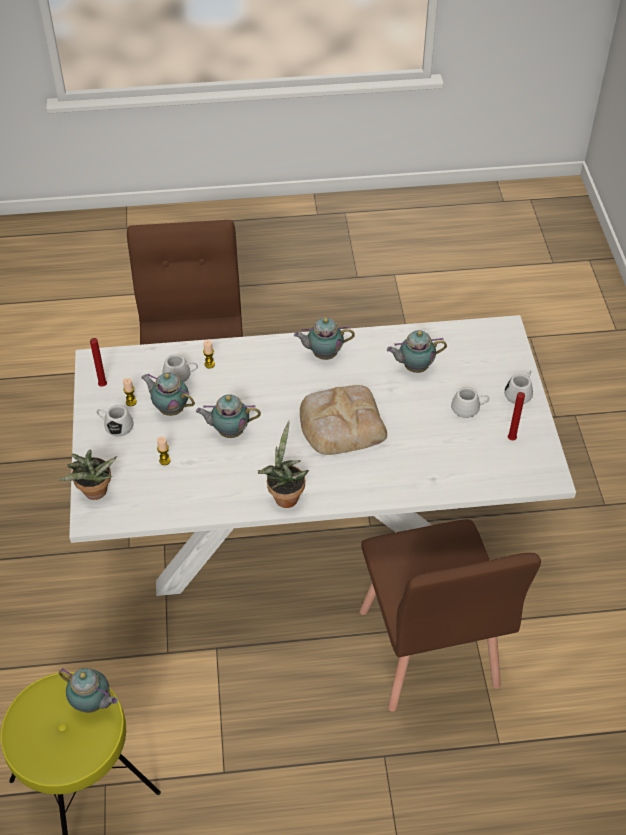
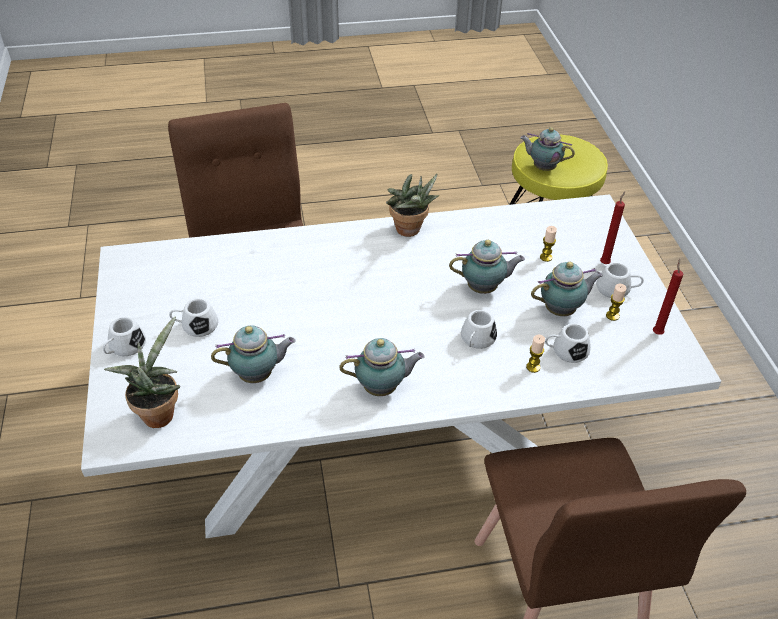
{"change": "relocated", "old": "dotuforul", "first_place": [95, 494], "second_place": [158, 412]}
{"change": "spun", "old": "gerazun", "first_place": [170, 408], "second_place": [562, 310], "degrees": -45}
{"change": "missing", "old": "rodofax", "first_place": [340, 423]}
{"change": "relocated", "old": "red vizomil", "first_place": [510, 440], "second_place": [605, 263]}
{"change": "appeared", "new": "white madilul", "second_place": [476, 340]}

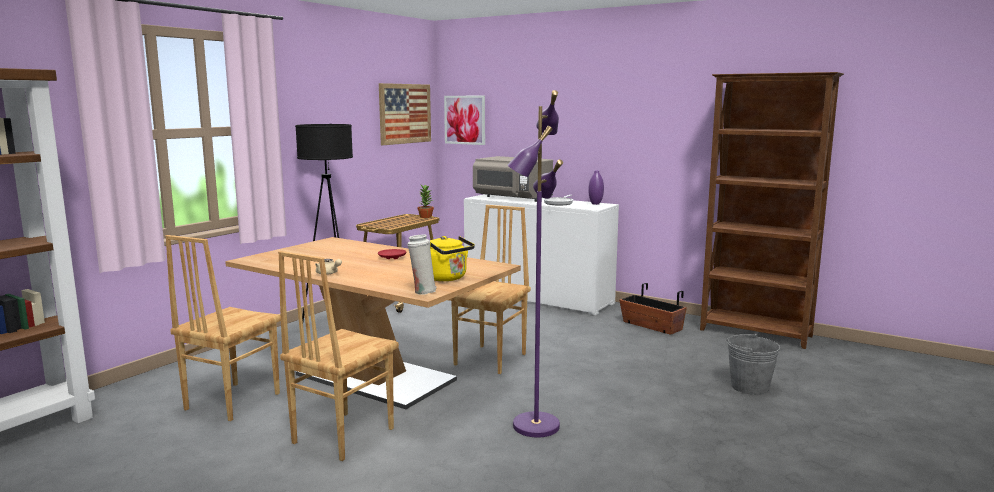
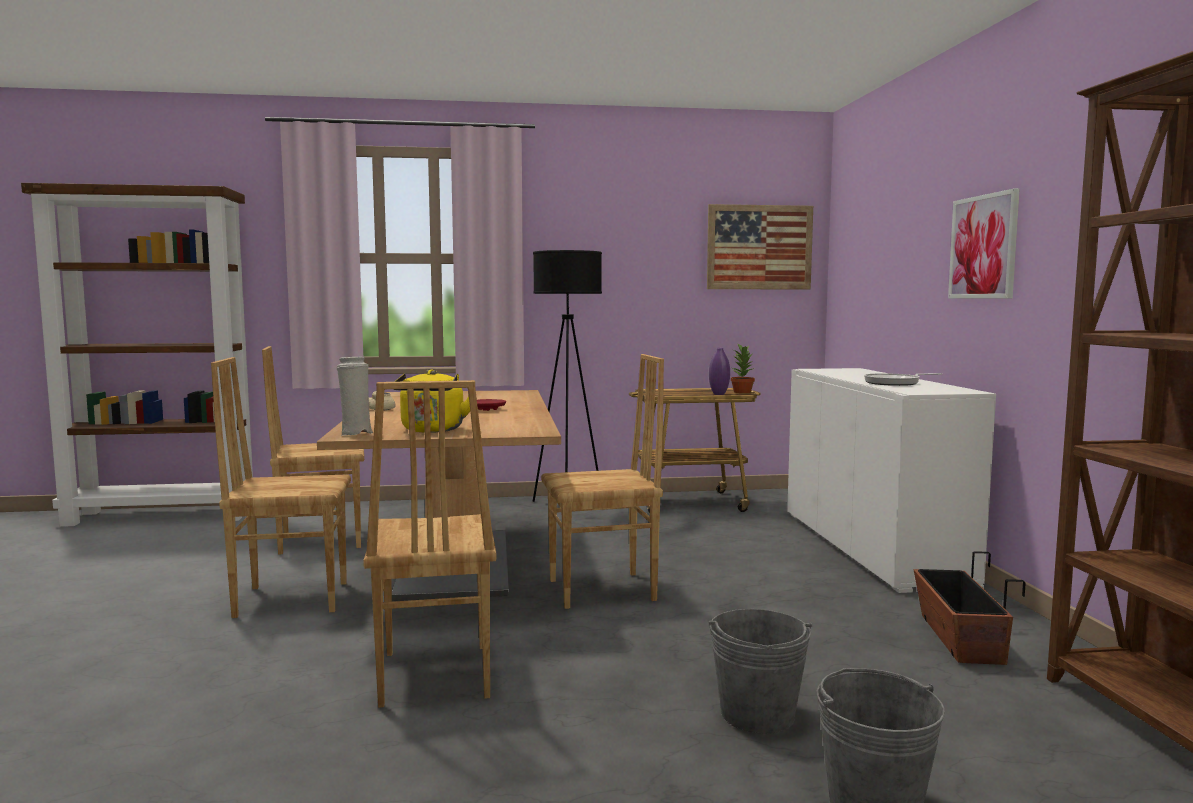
{"change": "relocated", "old": "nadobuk", "first_place": [465, 120], "second_place": [983, 247]}
{"change": "missing", "old": "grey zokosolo", "first_place": [512, 198]}
{"change": "exchanged", "old": "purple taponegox", "new": "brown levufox", "first_place": [534, 425], "second_place": [432, 675]}
{"change": "relocated", "old": "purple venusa", "first_place": [595, 204], "second_place": [719, 394]}
{"change": "appeared", "new": "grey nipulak", "second_place": [757, 715]}

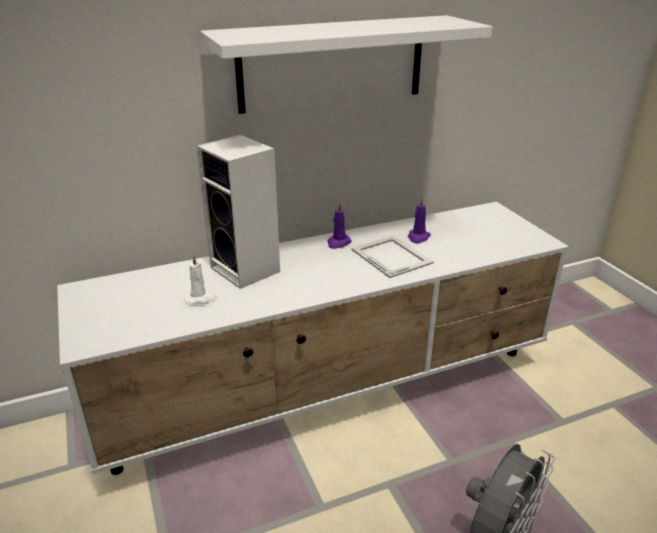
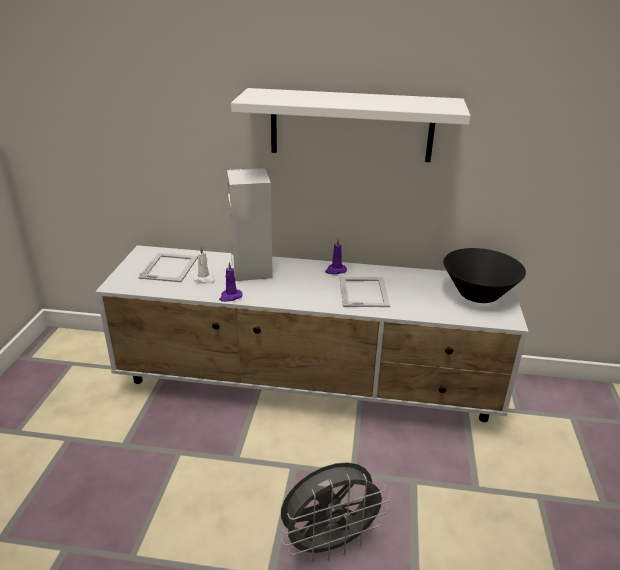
{"change": "relocated", "old": "purple vizomil", "first_place": [418, 237], "second_place": [230, 297]}
{"change": "appeared", "new": "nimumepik", "second_place": [170, 267]}
{"change": "appeared", "new": "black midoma", "second_place": [478, 294]}

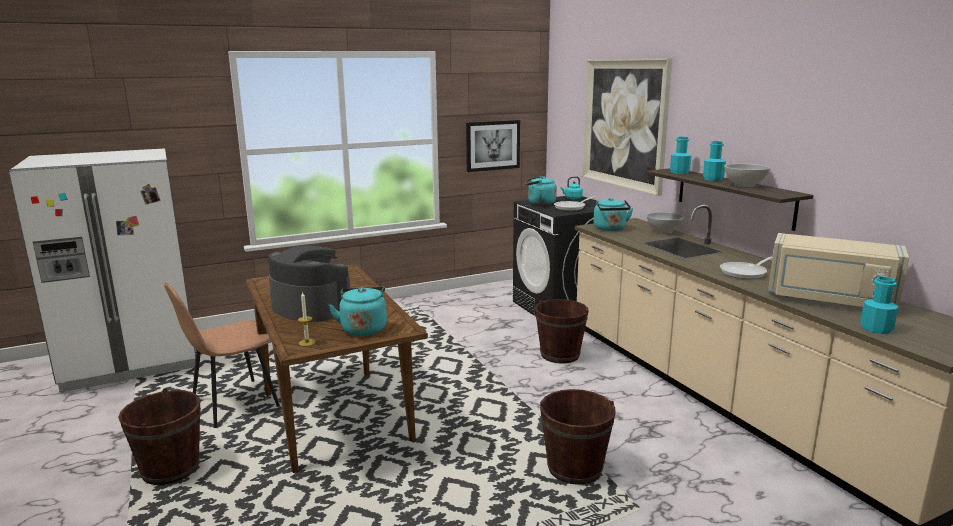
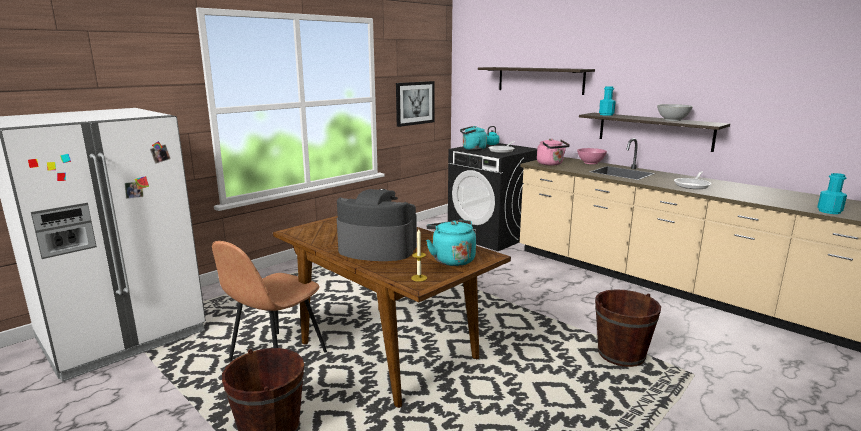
{"change": "missing", "old": "brown nipulak", "first_place": [560, 355]}
{"change": "exchanged", "old": "nadobuk", "new": "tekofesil", "first_place": [624, 124], "second_place": [540, 80]}
{"change": "colour", "old": "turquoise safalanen", "new": "pink safalanen", "first_place": [610, 229], "second_place": [551, 164]}
{"change": "colour", "old": "white midoma", "new": "pink midoma", "first_place": [663, 231], "second_place": [590, 163]}
{"change": "missing", "old": "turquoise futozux", "first_place": [713, 179]}
{"change": "missing", "old": "beige zokosolo", "first_place": [830, 300]}

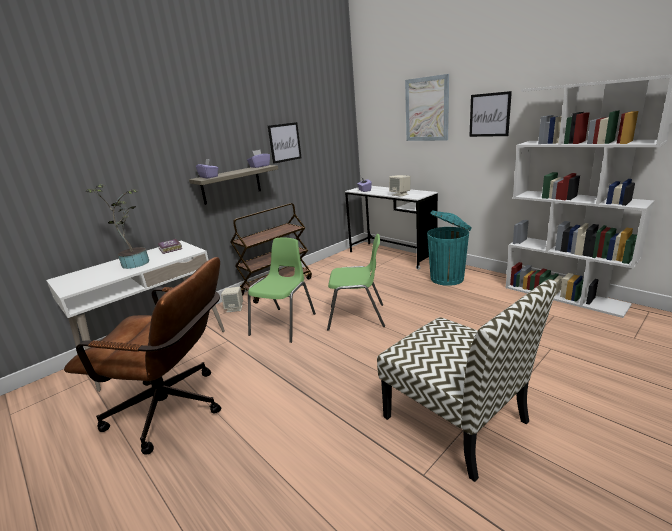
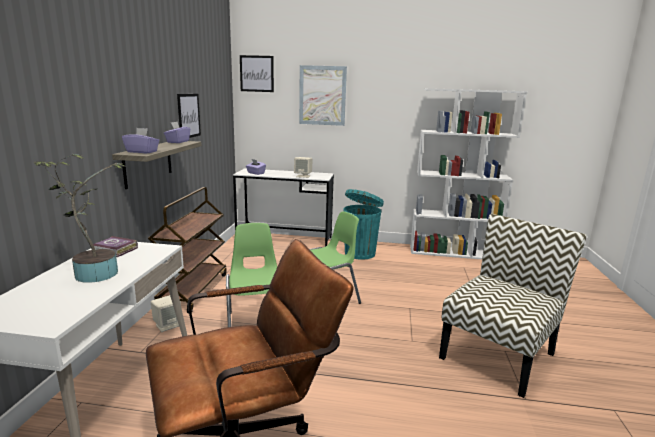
{"change": "spun", "old": "levufox", "first_place": [457, 420], "second_place": [497, 354], "degrees": -60}
{"change": "relocated", "old": "nadobuk", "first_place": [489, 115], "second_place": [257, 73]}

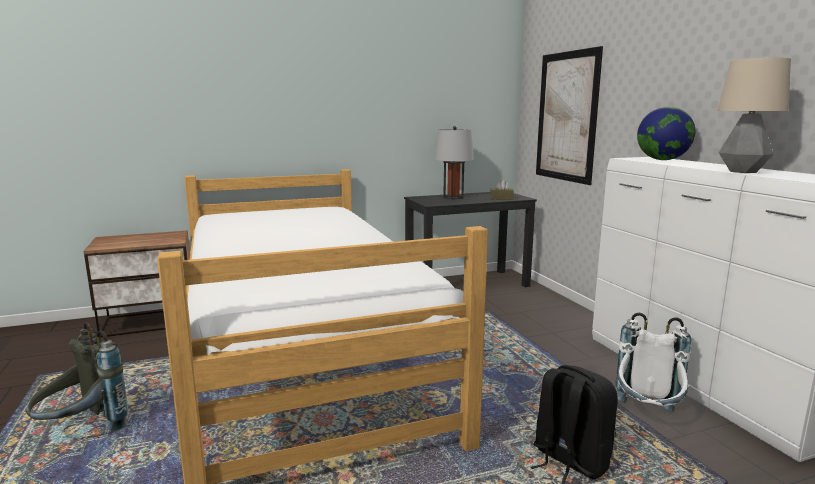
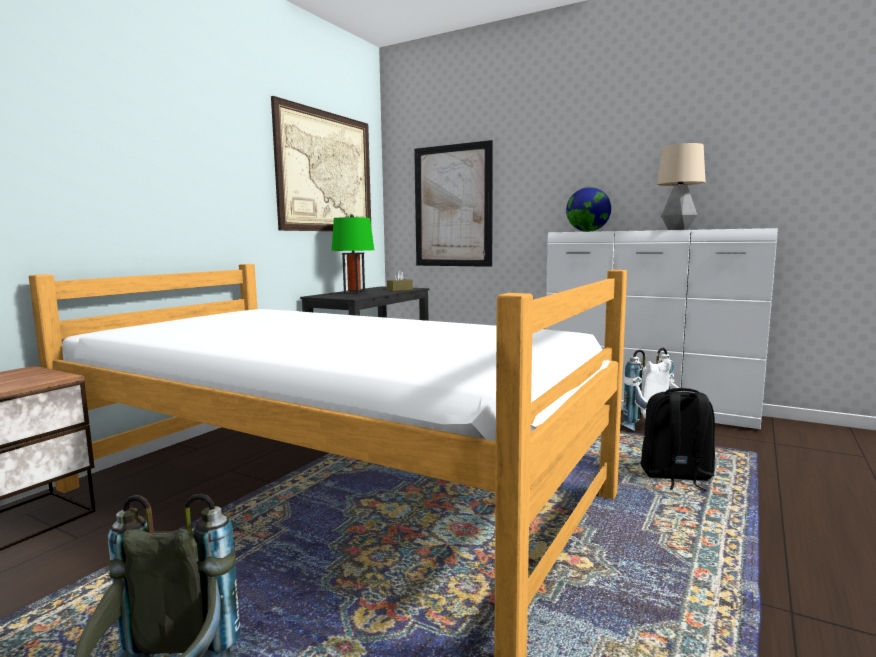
{"change": "colour", "old": "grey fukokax", "new": "green fukokax", "first_place": [453, 198], "second_place": [354, 293]}
{"change": "appeared", "new": "nadobuk", "second_place": [326, 172]}

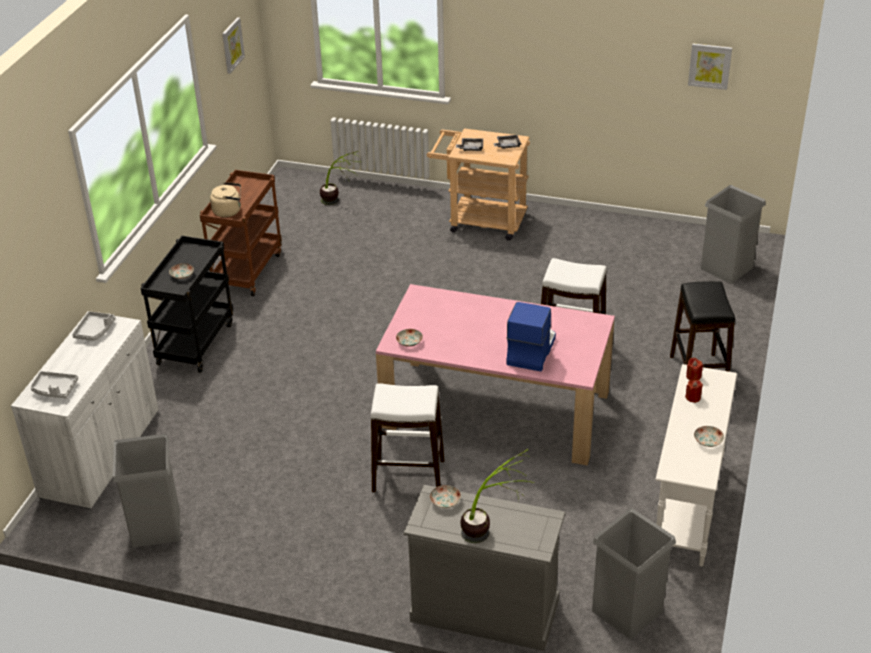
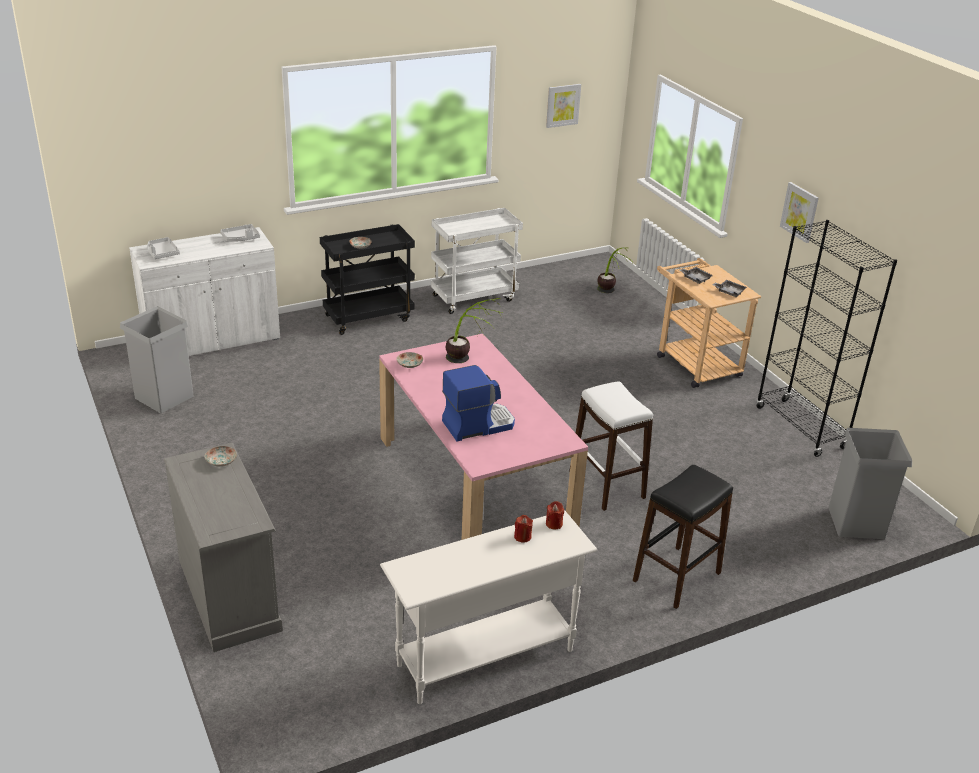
{"change": "colour", "old": "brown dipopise", "new": "white dipopise", "first_place": [247, 270], "second_place": [474, 297]}
{"change": "missing", "old": "beige safalanen", "first_place": [229, 211]}
{"change": "missing", "old": "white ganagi", "first_place": [408, 476]}
{"change": "relocated", "old": "dotuforul", "first_place": [492, 529], "second_place": [469, 361]}
{"change": "missing", "old": "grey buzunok", "first_place": [627, 611]}
{"change": "relocated", "old": "nadobuk", "first_place": [710, 66], "second_place": [800, 212]}
{"change": "missing", "old": "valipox", "first_place": [708, 441]}
{"change": "appeared", "new": "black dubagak", "second_place": [800, 428]}

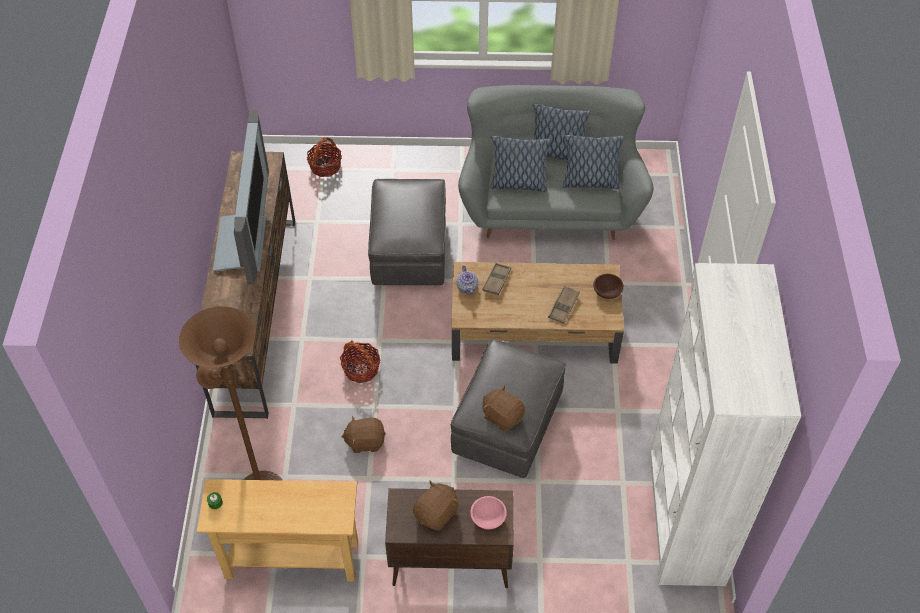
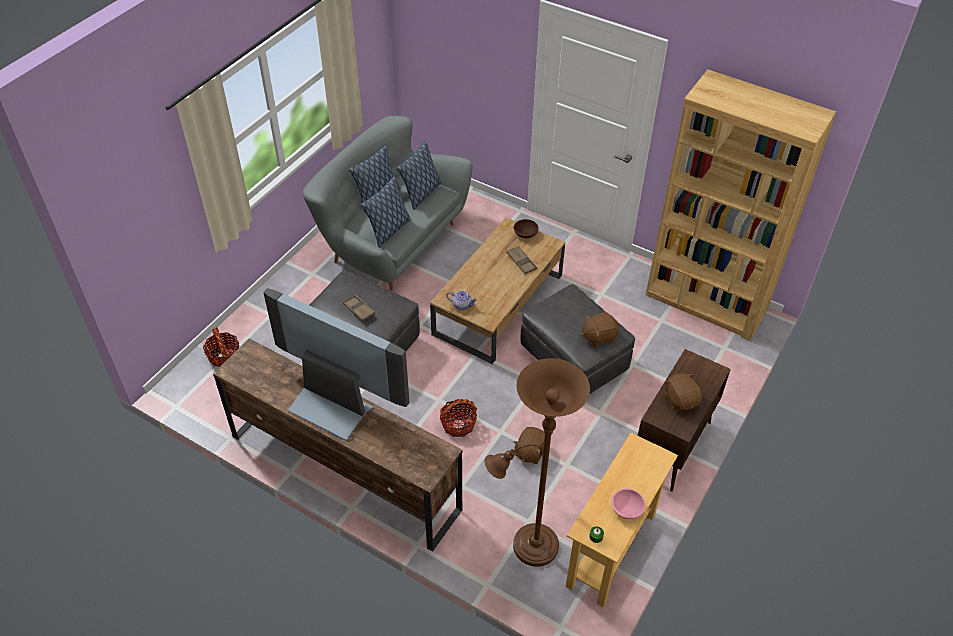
{"change": "relocated", "old": "pink midoma", "first_place": [488, 517], "second_place": [626, 508]}
{"change": "relocated", "old": "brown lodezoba", "first_place": [496, 281], "second_place": [359, 310]}
{"change": "colour", "old": "white dubagak", "new": "brown dubagak", "first_place": [684, 517], "second_place": [706, 303]}

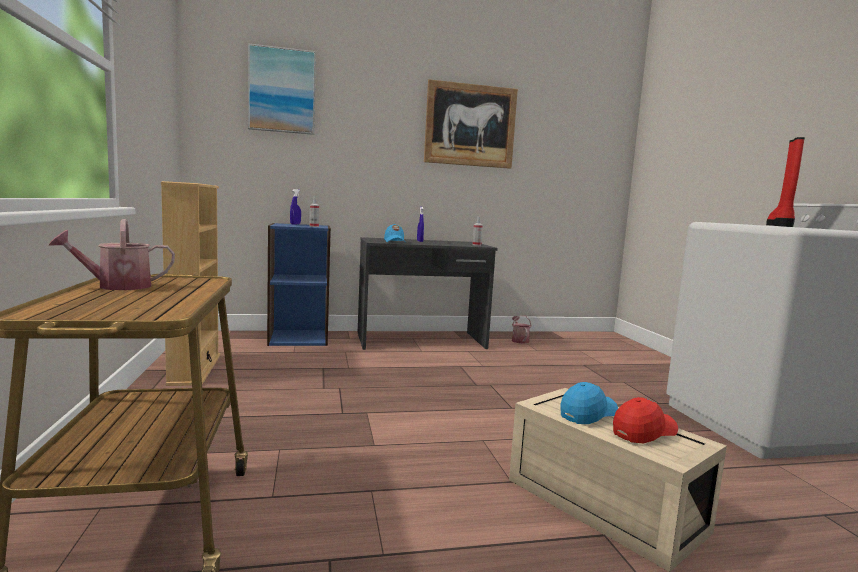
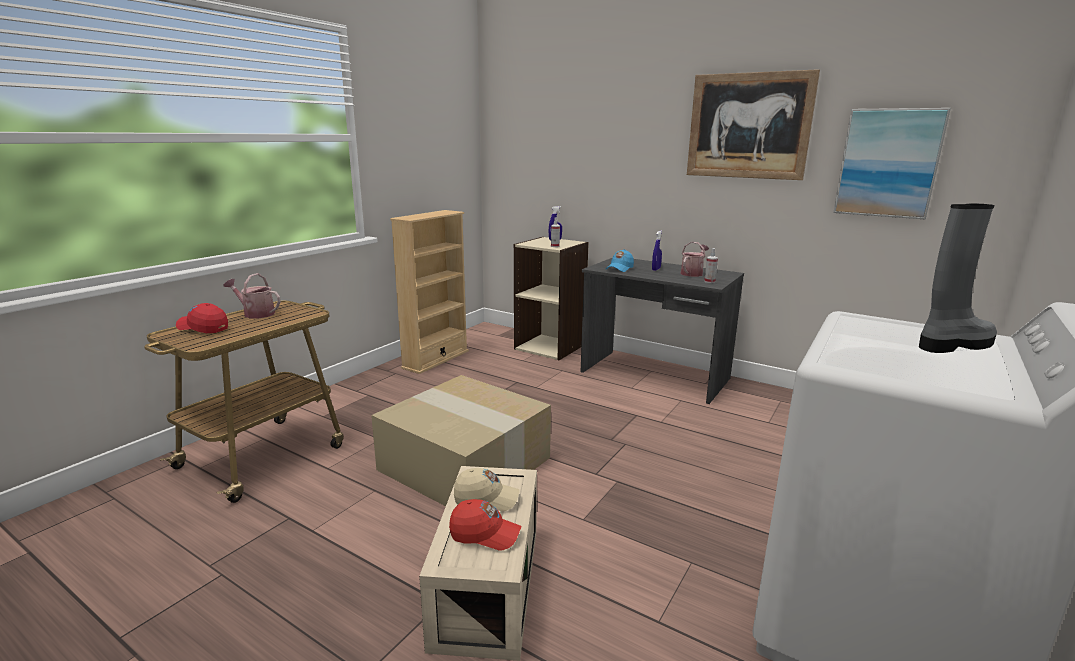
{"change": "relocated", "old": "nadobuk", "first_place": [282, 90], "second_place": [888, 163]}
{"change": "colour", "old": "blue dubagak", "new": "beige dubagak", "first_place": [298, 338], "second_place": [550, 347]}
{"change": "relocated", "old": "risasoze", "first_place": [519, 340], "second_place": [693, 273]}
{"change": "colour", "old": "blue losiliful", "new": "beige losiliful", "first_place": [588, 414], "second_place": [486, 499]}
{"change": "colour", "old": "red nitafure", "new": "grey nitafure", "first_place": [781, 226], "second_place": [953, 345]}
{"change": "appeared", "new": "red losiliful", "second_place": [203, 328]}
{"change": "appeared", "new": "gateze", "second_place": [467, 463]}

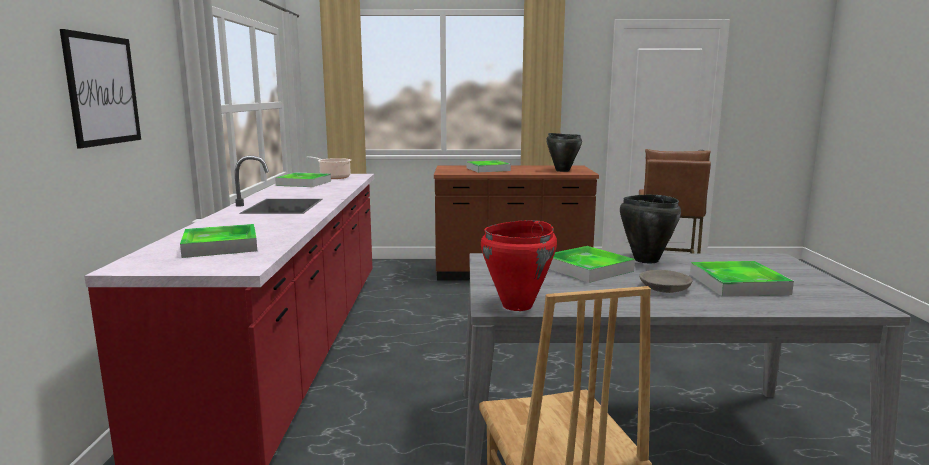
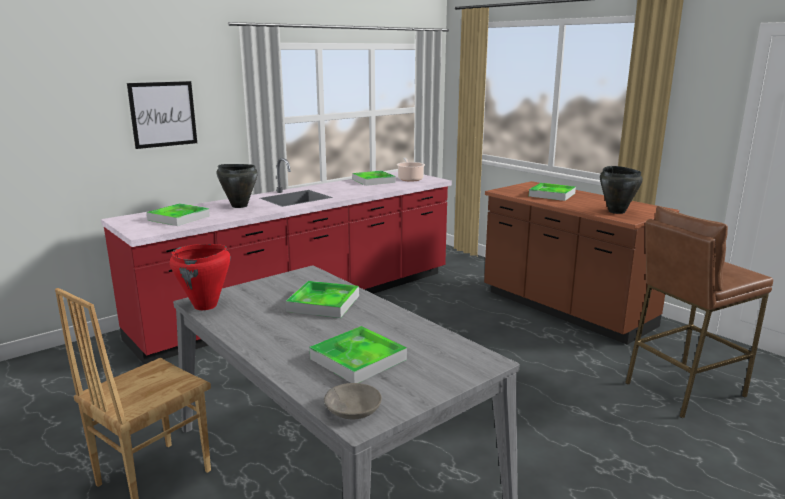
{"change": "relocated", "old": "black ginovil", "first_place": [645, 260], "second_place": [239, 206]}
{"change": "relocated", "old": "grey midoma", "first_place": [663, 288], "second_place": [352, 409]}

